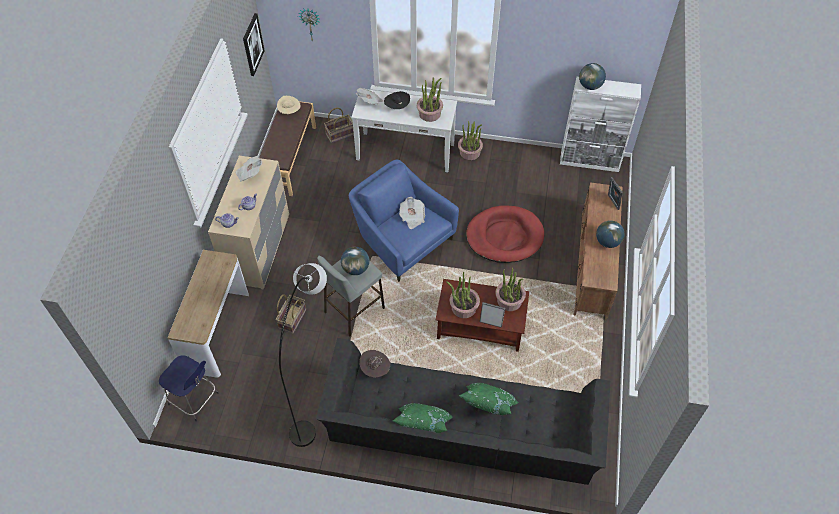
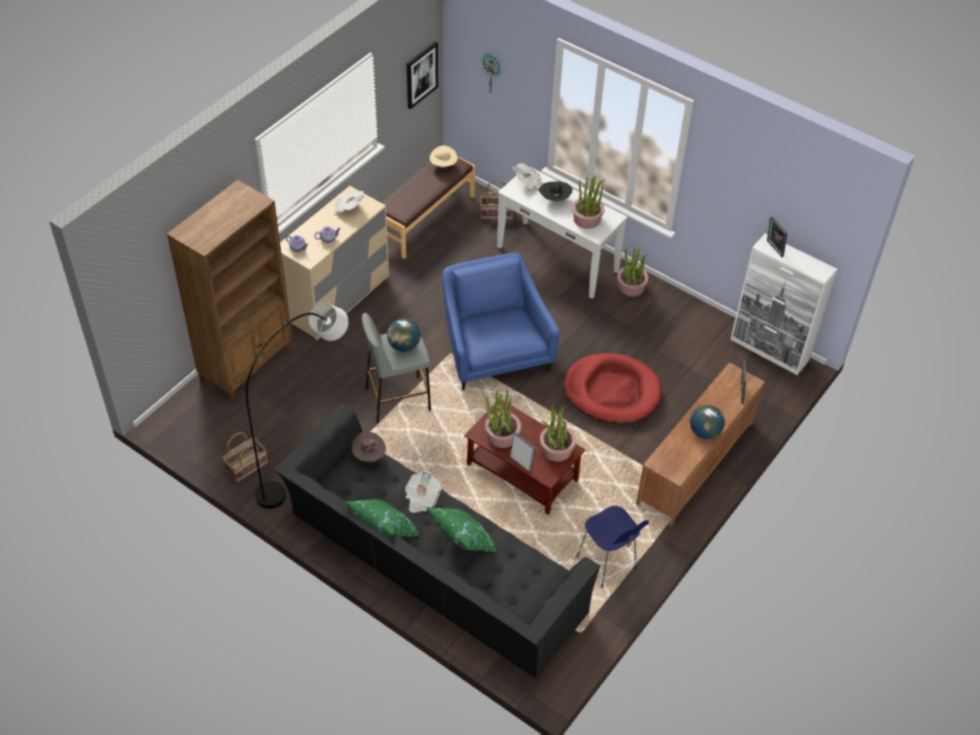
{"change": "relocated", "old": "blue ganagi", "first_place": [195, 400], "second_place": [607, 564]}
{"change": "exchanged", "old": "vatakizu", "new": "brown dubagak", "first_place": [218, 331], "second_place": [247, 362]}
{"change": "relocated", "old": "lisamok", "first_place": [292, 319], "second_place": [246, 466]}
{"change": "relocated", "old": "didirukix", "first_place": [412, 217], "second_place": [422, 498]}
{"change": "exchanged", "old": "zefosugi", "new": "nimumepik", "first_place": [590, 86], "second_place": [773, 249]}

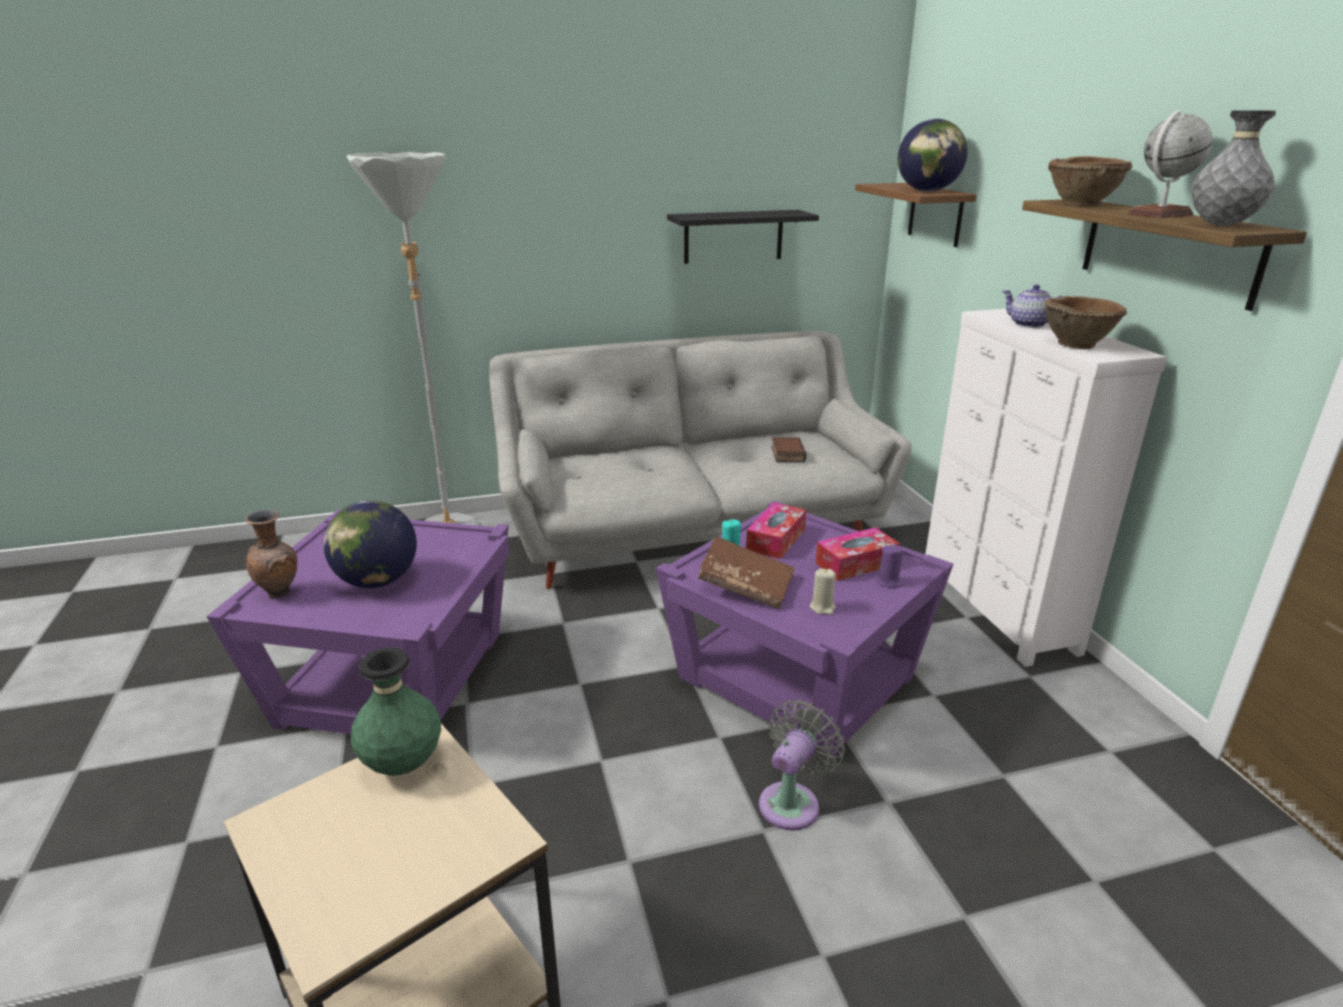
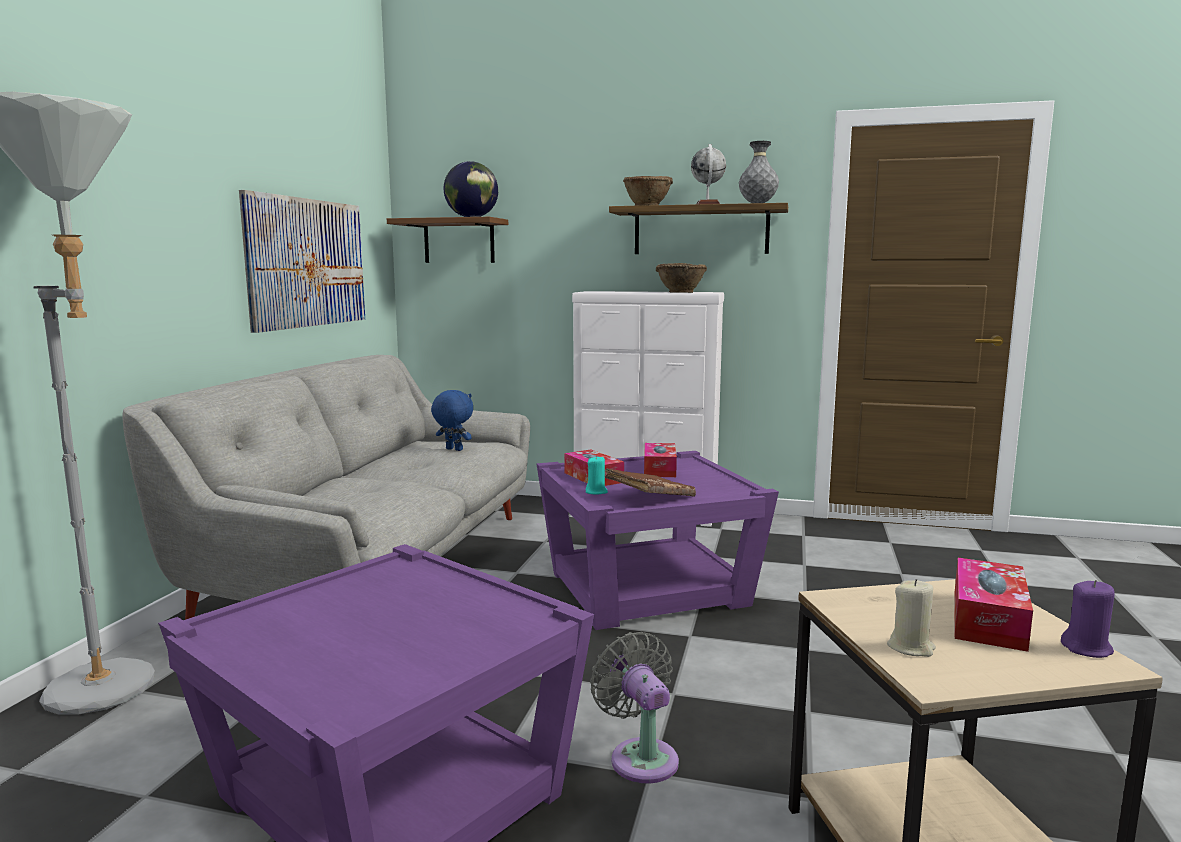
{"change": "missing", "old": "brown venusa", "first_place": [280, 593]}
{"change": "missing", "old": "zefosugi", "first_place": [378, 581]}
{"change": "missing", "old": "green venusa", "first_place": [402, 765]}
{"change": "exchanged", "old": "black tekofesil", "new": "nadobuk", "first_place": [733, 236], "second_place": [307, 263]}
{"change": "relocated", "old": "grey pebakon", "first_place": [792, 802], "second_place": [641, 756]}
{"change": "exchanged", "old": "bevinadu", "new": "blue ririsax", "first_place": [786, 454], "second_place": [453, 449]}
{"change": "relocated", "old": "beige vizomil", "first_place": [822, 607], "second_place": [911, 647]}
{"change": "relocated", "old": "purple vizomil", "first_place": [889, 582], "second_place": [1087, 649]}
{"change": "missing", "old": "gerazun", "first_place": [1028, 324]}
{"change": "appeared", "new": "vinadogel", "second_place": [988, 619]}

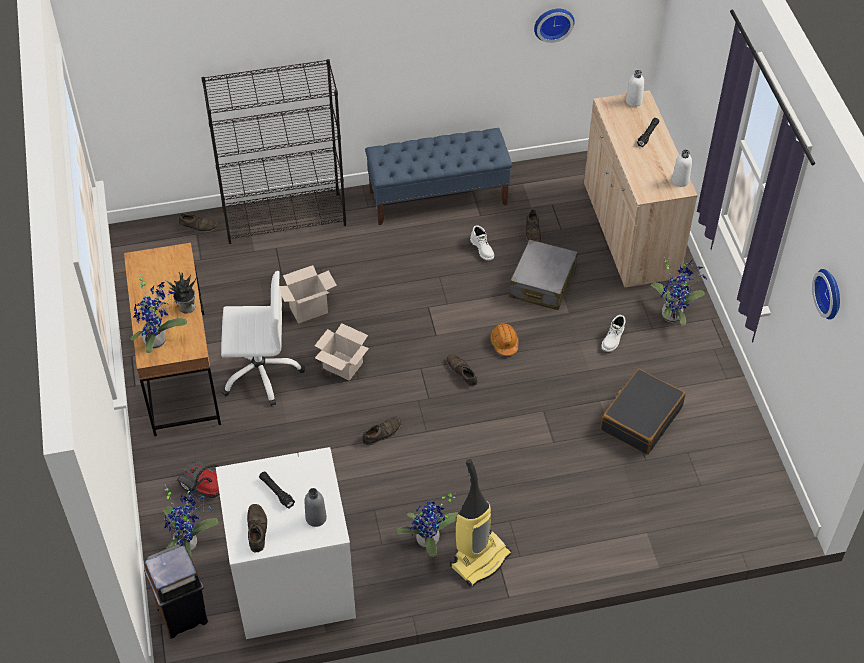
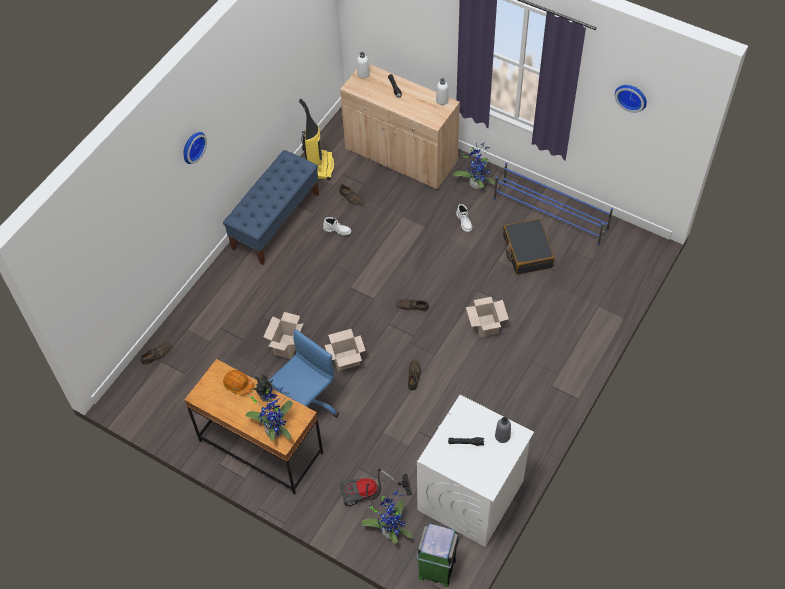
{"change": "colour", "old": "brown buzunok", "new": "green buzunok", "first_place": [183, 614], "second_place": [437, 568]}
{"change": "missing", "old": "black dubagak", "first_place": [285, 218]}
{"change": "colour", "old": "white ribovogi", "new": "blue ribovogi", "first_place": [260, 372], "second_place": [306, 404]}
{"change": "missing", "old": "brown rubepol", "first_place": [256, 530]}
{"change": "missing", "old": "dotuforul", "first_place": [429, 542]}
{"change": "relocated", "old": "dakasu", "first_place": [479, 559], "second_place": [320, 166]}
{"change": "relocated", "old": "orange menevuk", "first_place": [504, 343], "second_place": [238, 384]}
{"change": "missing", "old": "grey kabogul", "first_place": [542, 283]}
{"change": "relocated", "old": "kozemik", "first_place": [553, 22], "second_place": [192, 146]}
{"change": "appeared", "new": "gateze", "second_place": [485, 325]}
{"change": "appeared", "new": "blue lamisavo", "second_place": [550, 215]}

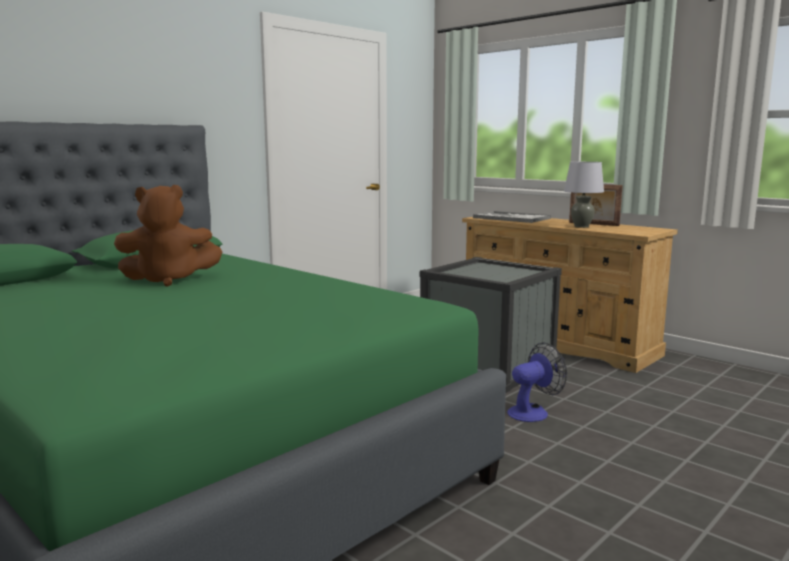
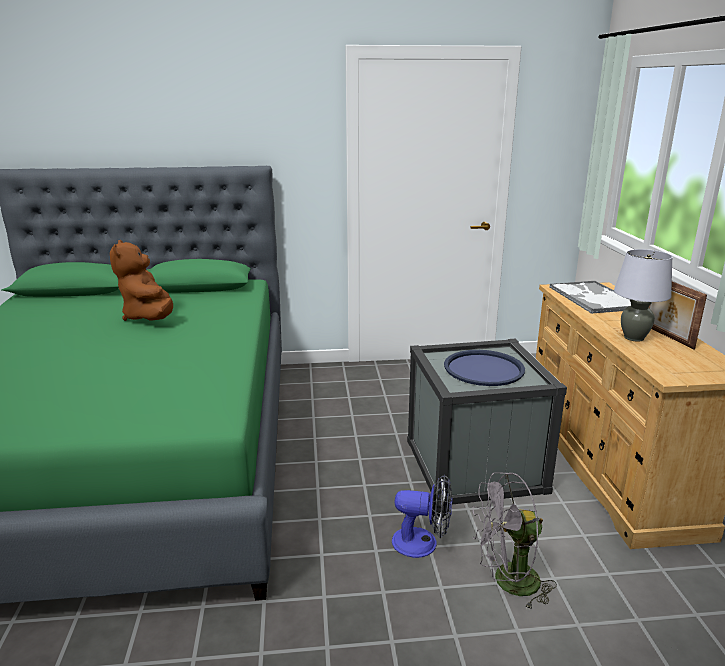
{"change": "spun", "old": "brown ririsax", "first_place": [169, 280], "second_place": [149, 317], "degrees": 45}
{"change": "appeared", "new": "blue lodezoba", "second_place": [483, 369]}
{"change": "appeared", "new": "grey pebakon", "second_place": [507, 583]}

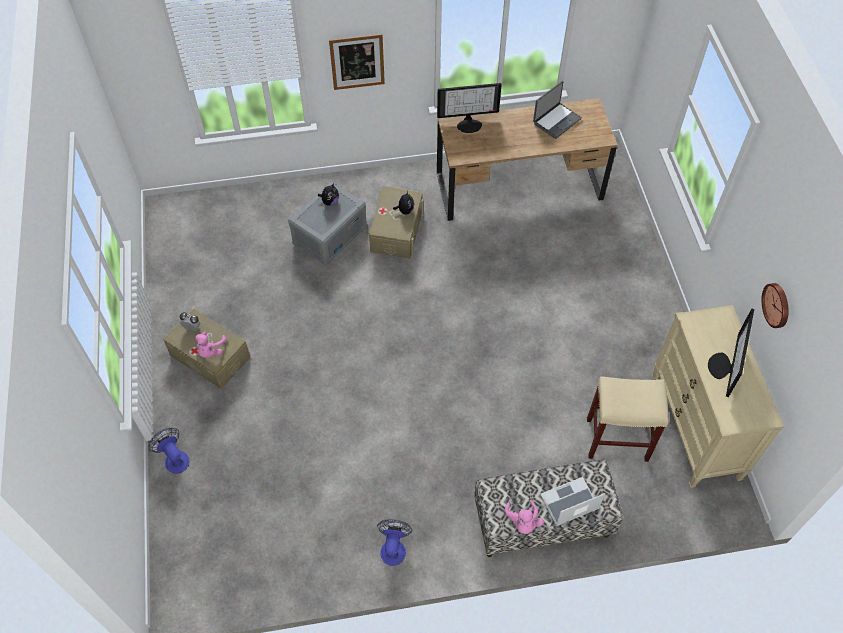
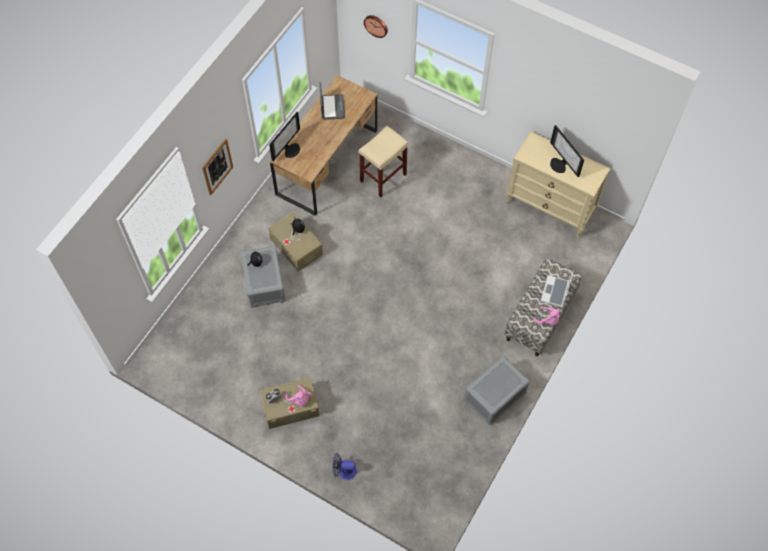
{"change": "exchanged", "old": "pebakon", "new": "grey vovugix", "first_place": [393, 547], "second_place": [495, 396]}
{"change": "relocated", "old": "beige ganagi", "first_place": [616, 440], "second_place": [383, 178]}
{"change": "relocated", "old": "kozemik", "first_place": [777, 305], "second_place": [376, 25]}

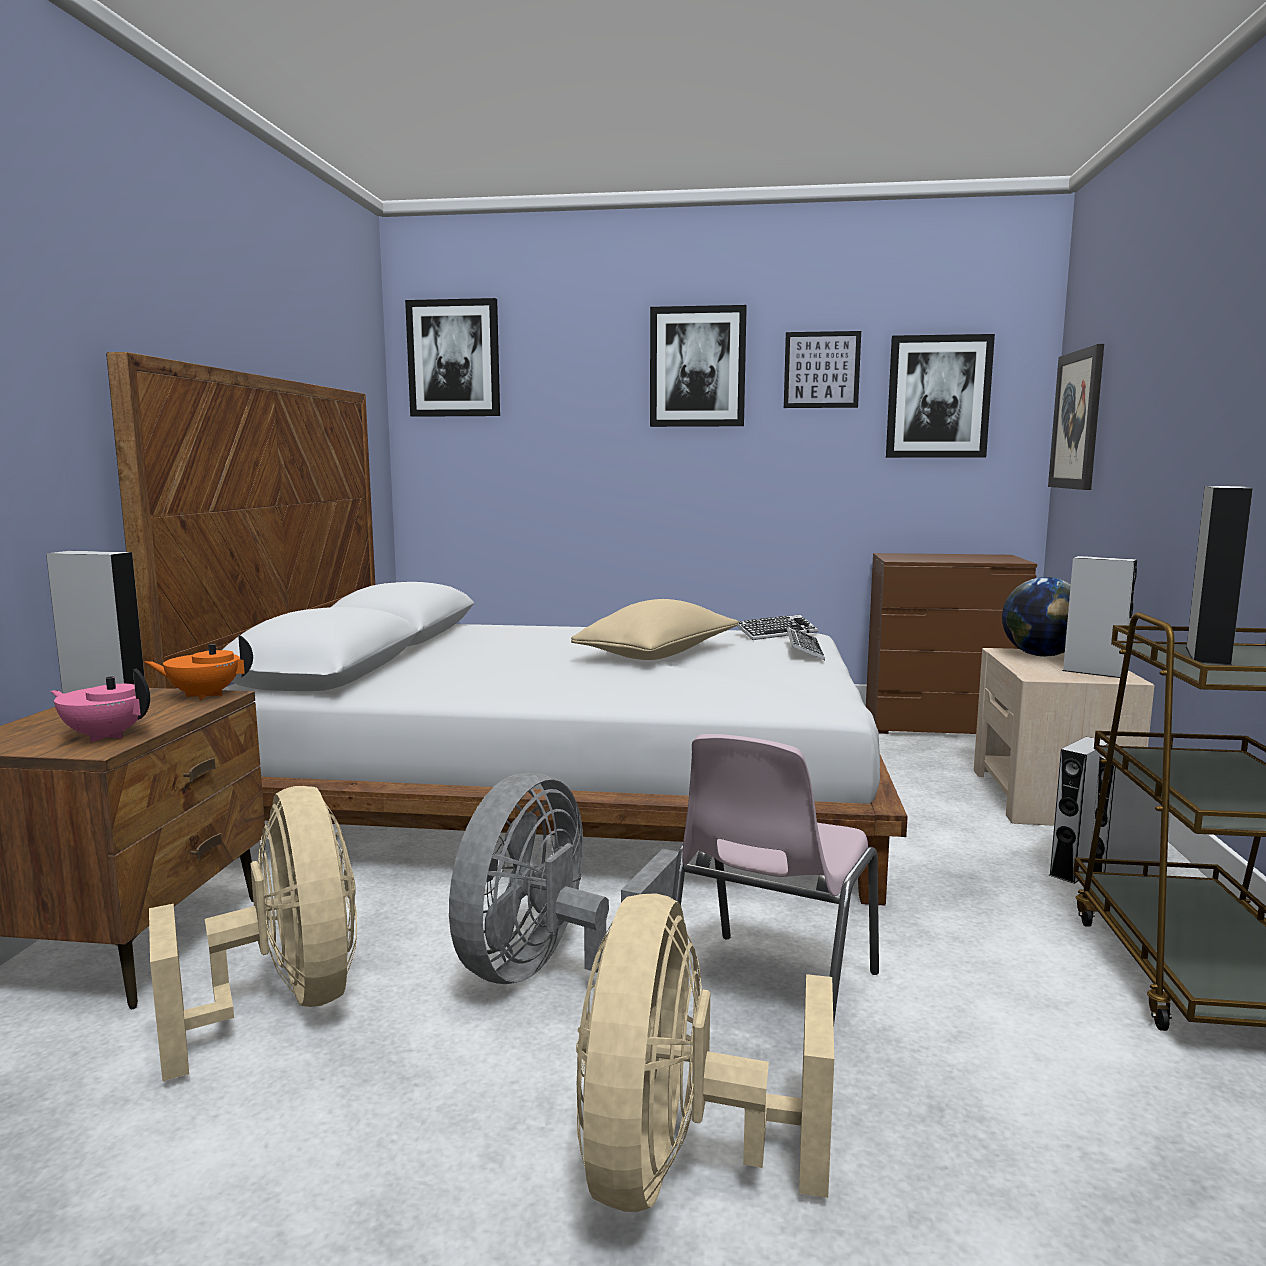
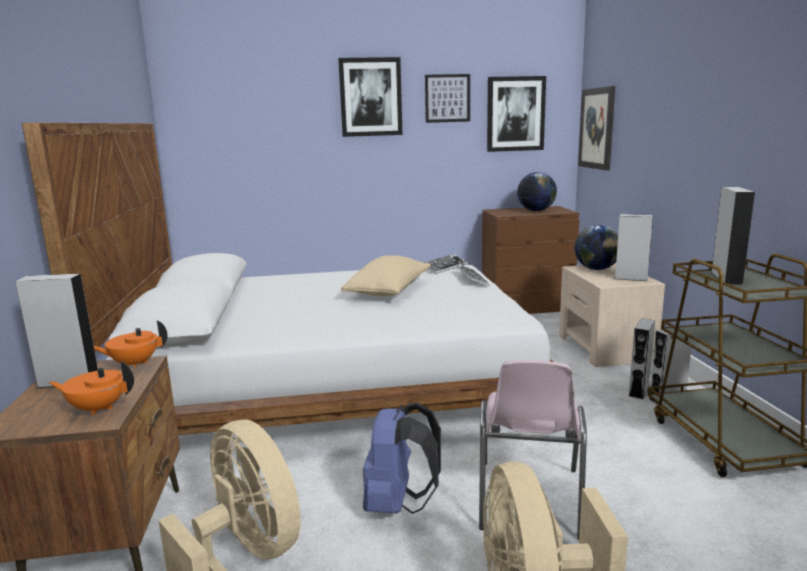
{"change": "colour", "old": "pink gerazun", "new": "orange gerazun", "first_place": [106, 736], "second_place": [98, 408]}
{"change": "missing", "old": "nadobuk", "first_place": [454, 358]}
{"change": "exchanged", "old": "grey pebakon", "new": "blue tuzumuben", "first_place": [551, 972], "second_place": [398, 504]}
{"change": "appeared", "new": "zefosugi", "second_place": [536, 211]}

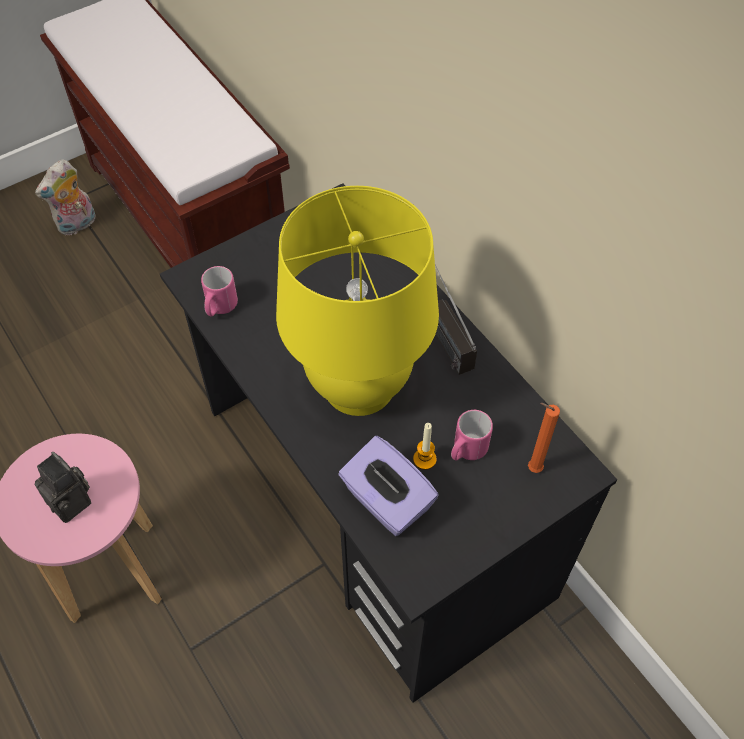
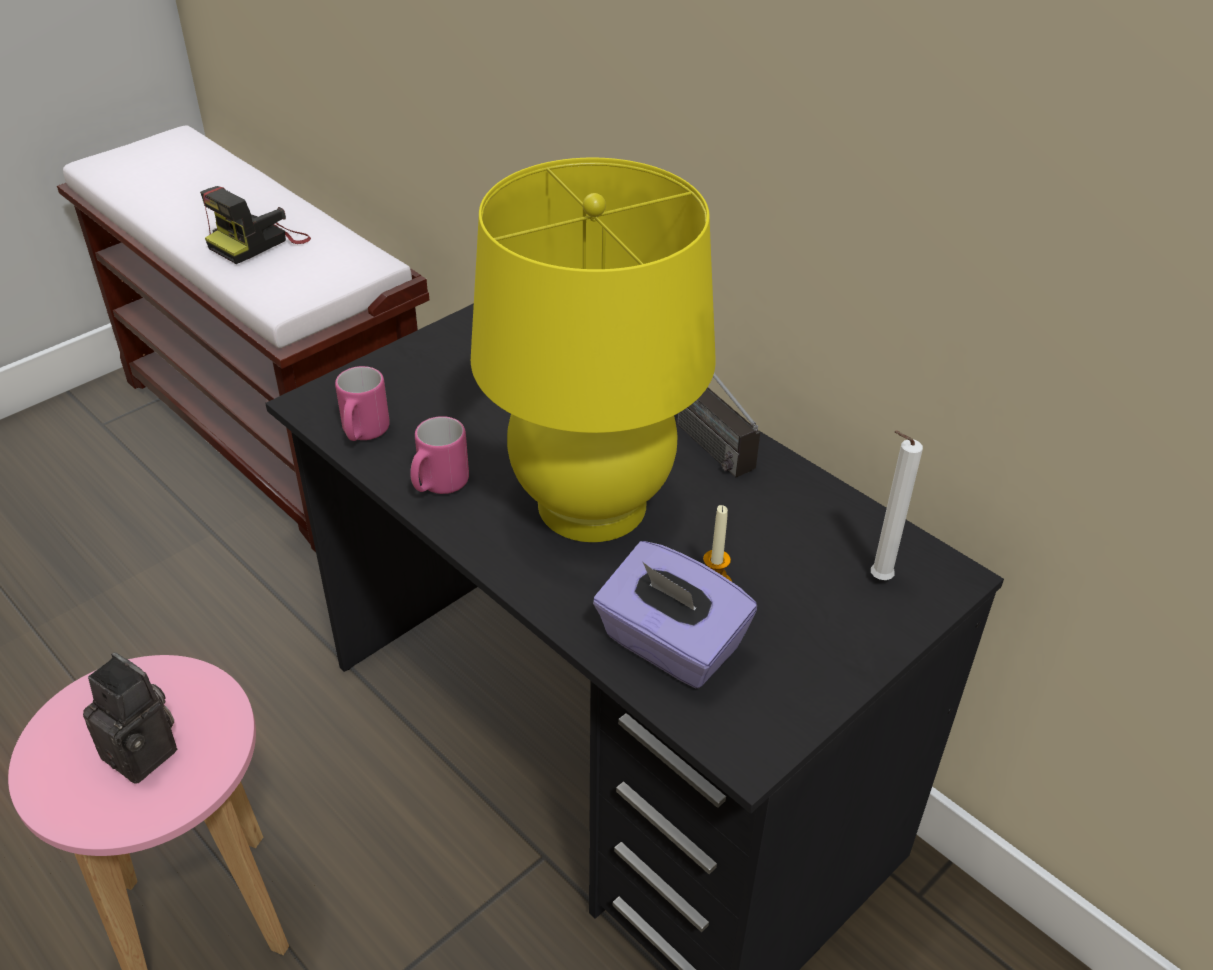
{"change": "missing", "old": "ririsax", "first_place": [77, 225]}
{"change": "relocated", "old": "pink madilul", "first_place": [466, 451], "second_place": [438, 485]}
{"change": "colour", "old": "orange vizomil", "new": "white vizomil", "first_place": [532, 468], "second_place": [876, 579]}
{"change": "appeared", "new": "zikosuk", "second_place": [258, 242]}

